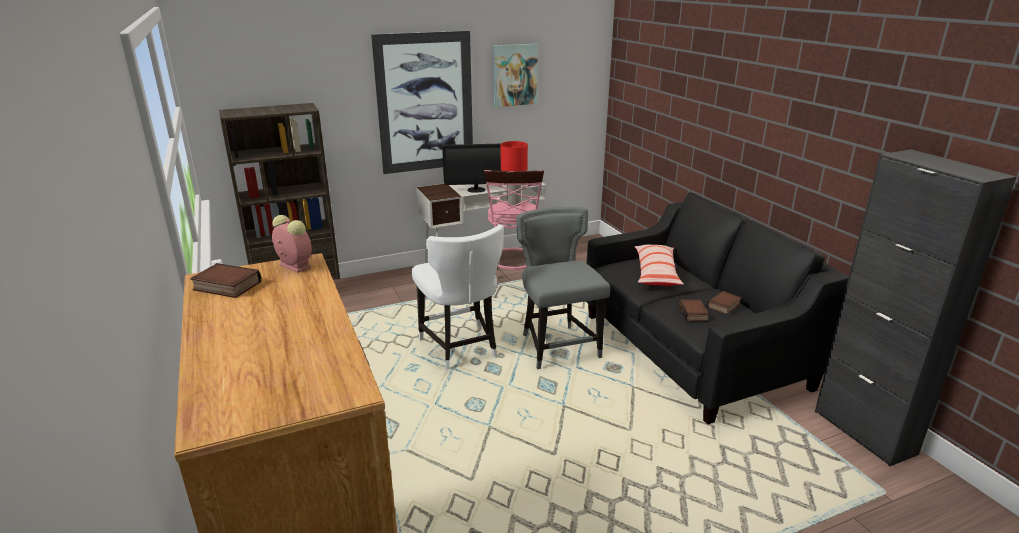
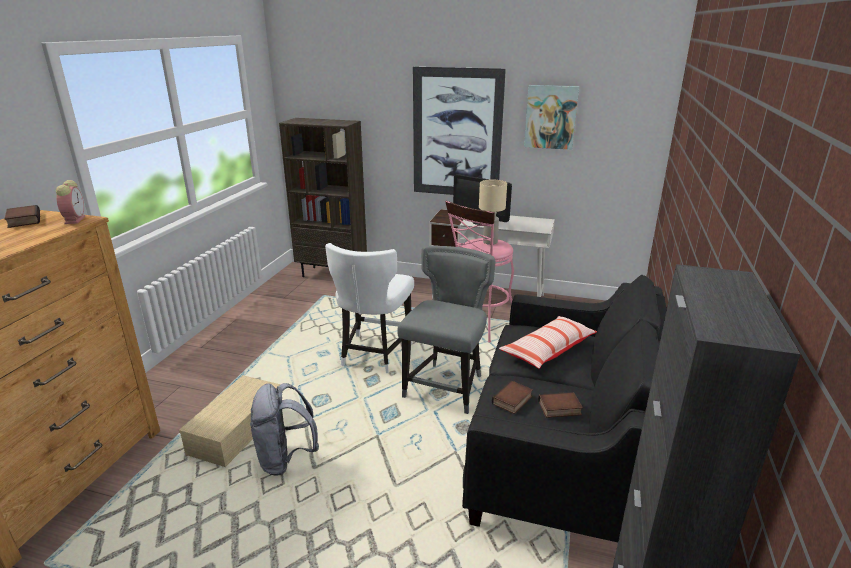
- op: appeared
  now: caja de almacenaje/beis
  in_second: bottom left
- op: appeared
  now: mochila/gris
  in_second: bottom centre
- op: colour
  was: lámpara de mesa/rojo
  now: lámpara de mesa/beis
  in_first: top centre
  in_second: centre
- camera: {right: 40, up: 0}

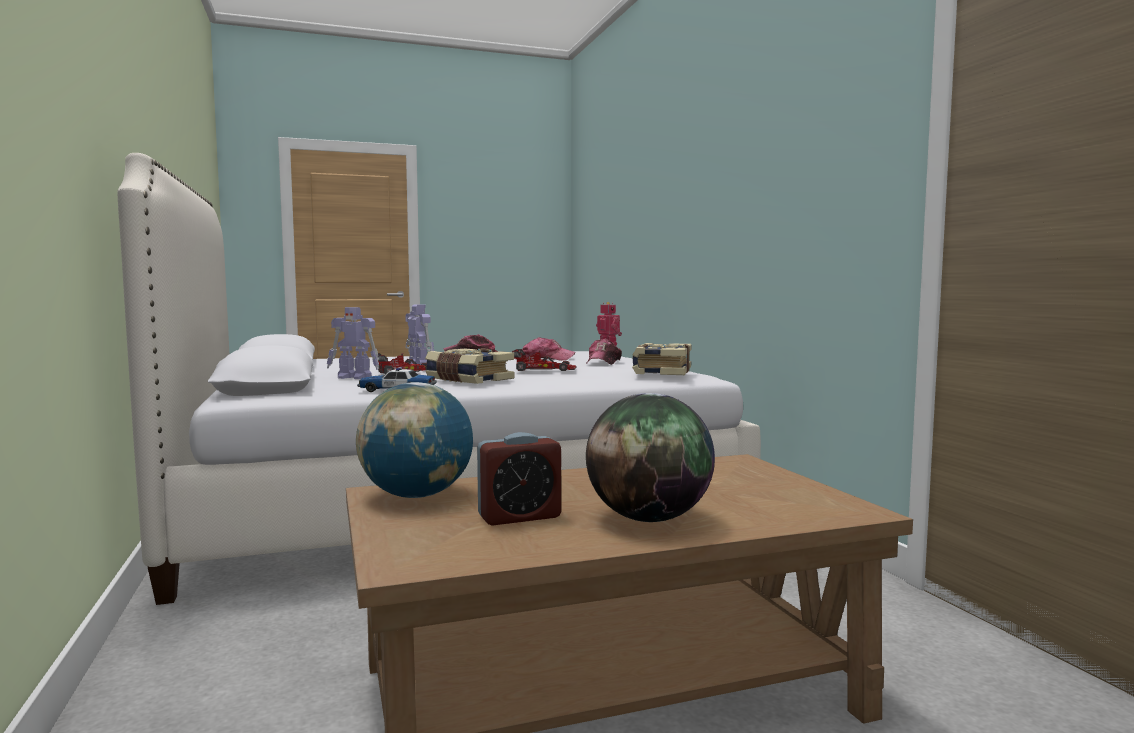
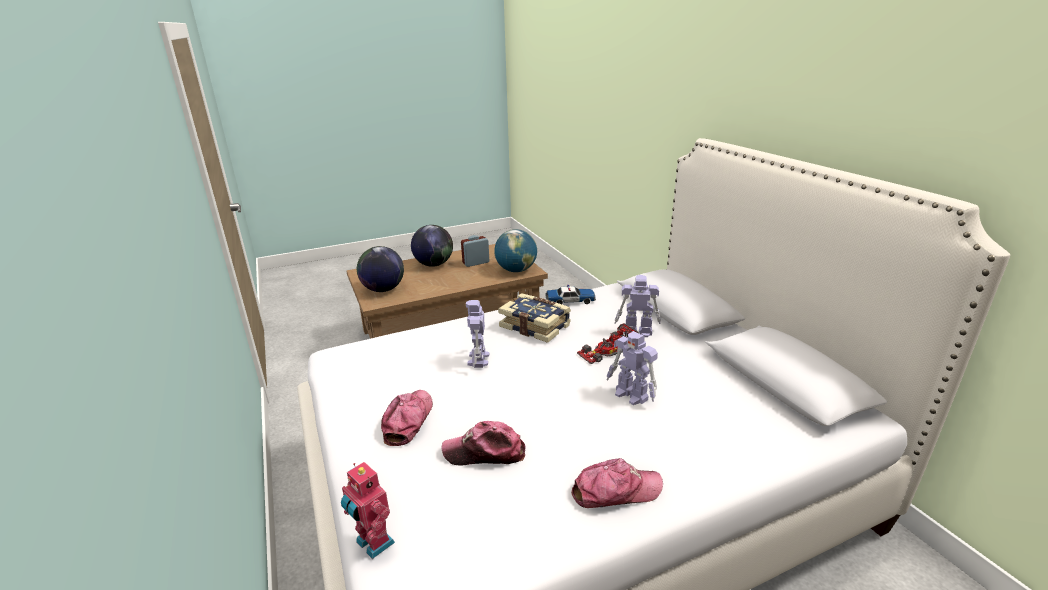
- op: appeared
  now: globo terráqueo (no. 1 from left)
  in_second: centre
- op: exchanged
  was: coche de juguete (no. 3 from left)
  now: robot de juguete (no. 2 from left)
  in_first: centre
  in_second: centre
- op: missing
  was: libro (no. 2 from left)
  in_first: centre
- camera: {right: 175, up: 20}

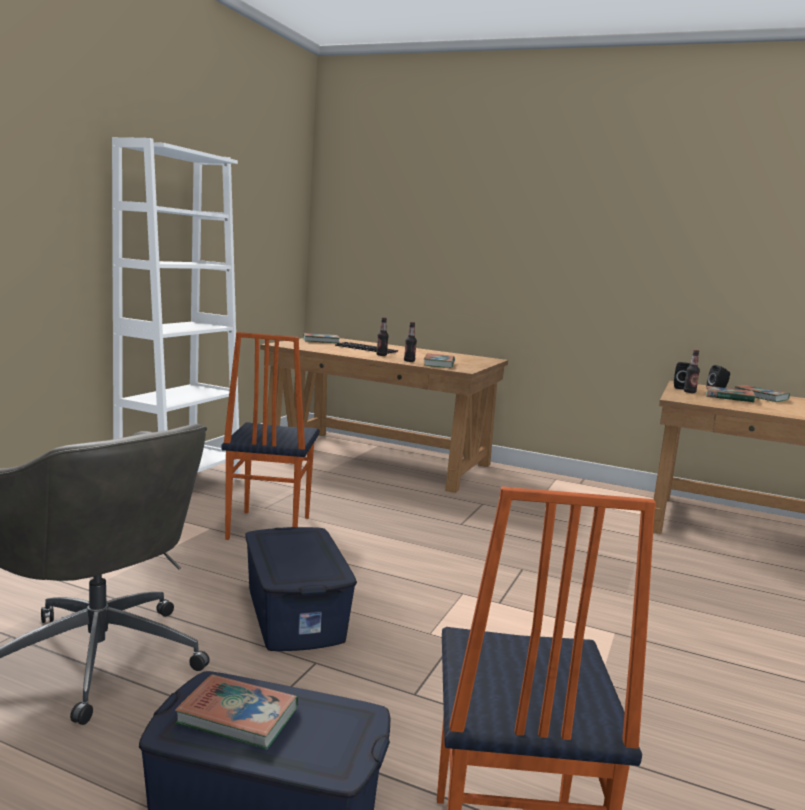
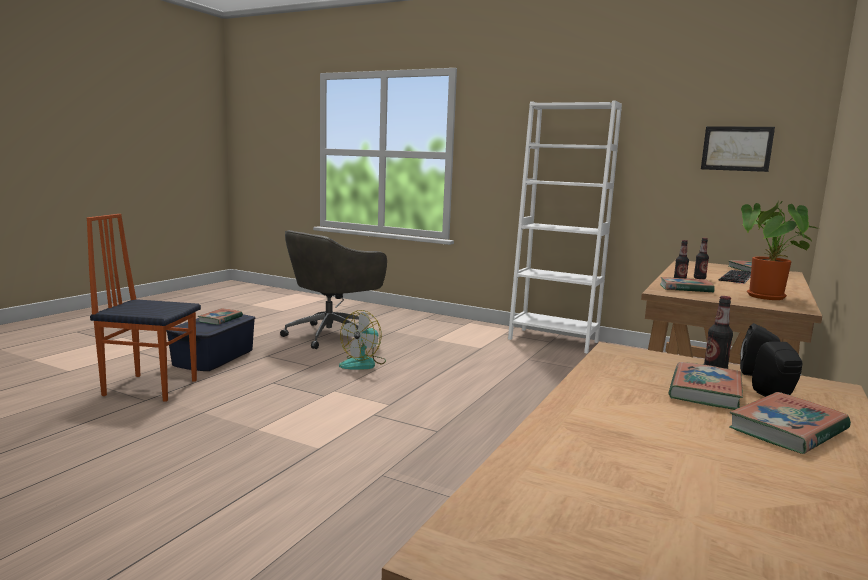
- op: exchanged
  was: caja de almacenaje/azul (no. 2 from left)
  now: ventilador
  in_first: bottom centre
  in_second: centre
- op: appeared
  now: cuadro
  in_second: top right
- op: appeared
  now: planta en maceta
  in_second: middle right
- op: missing
  was: silla (no. 1 from left)
  in_first: centre
- camera: {right: 95, up: 0}

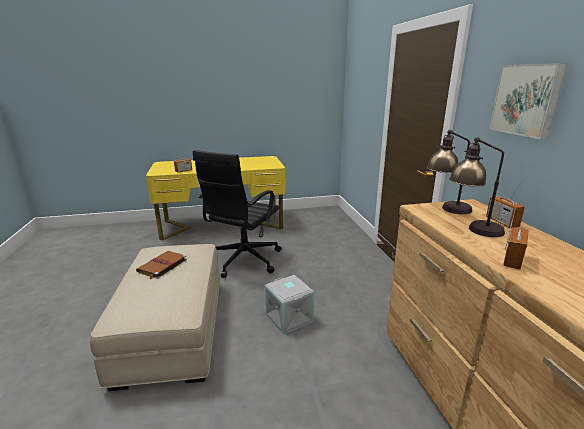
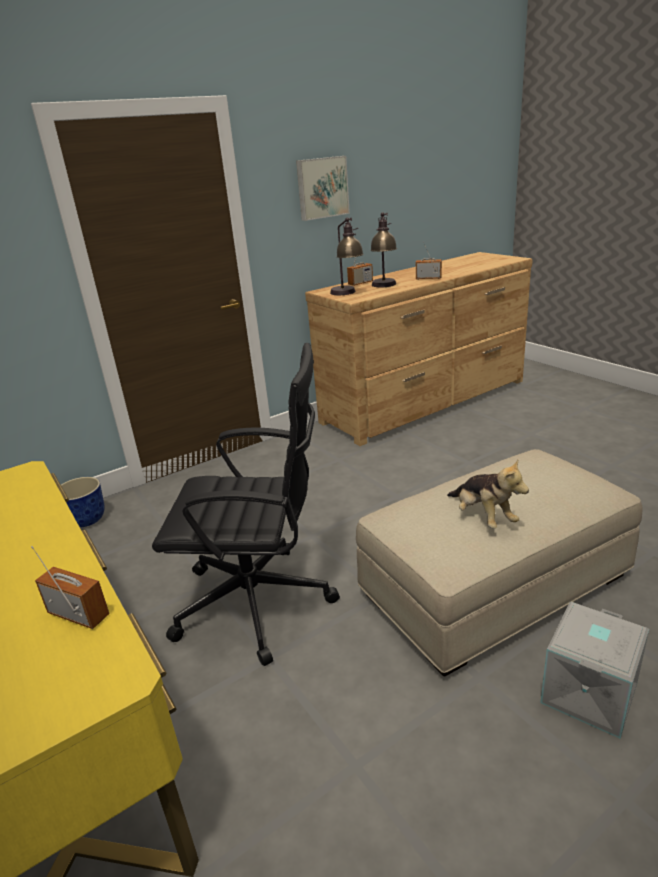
- op: appeared
  now: maceta
  in_second: middle left
- op: exchanged
  was: libro/marrón
  now: peluche
  in_first: middle left
  in_second: middle right
- op: relocated
  was: caja de almacenaje/gris
  in_first: bottom centre
  in_second: bottom right
- camera: {right: -110, up: 5}

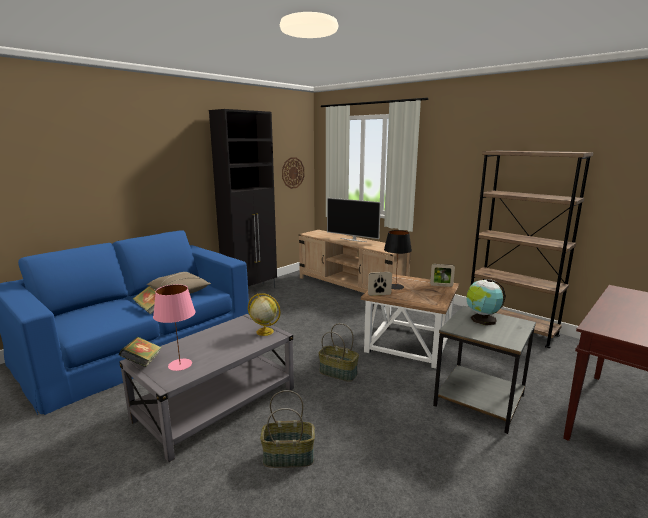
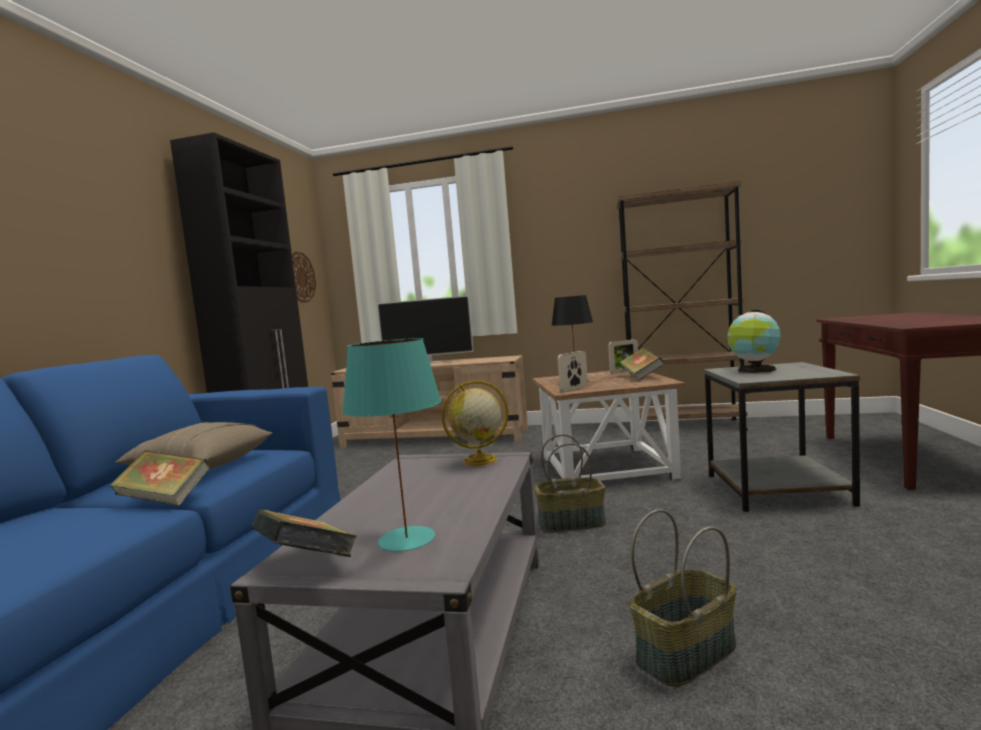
- op: colour
  was: lámpara de mesa/rosa
  now: lámpara de mesa/turquesa
  in_first: middle left
  in_second: centre
- op: appeared
  now: libro (no. 3 from left)
  in_second: centre
- camera: {right: -30, up: -10}

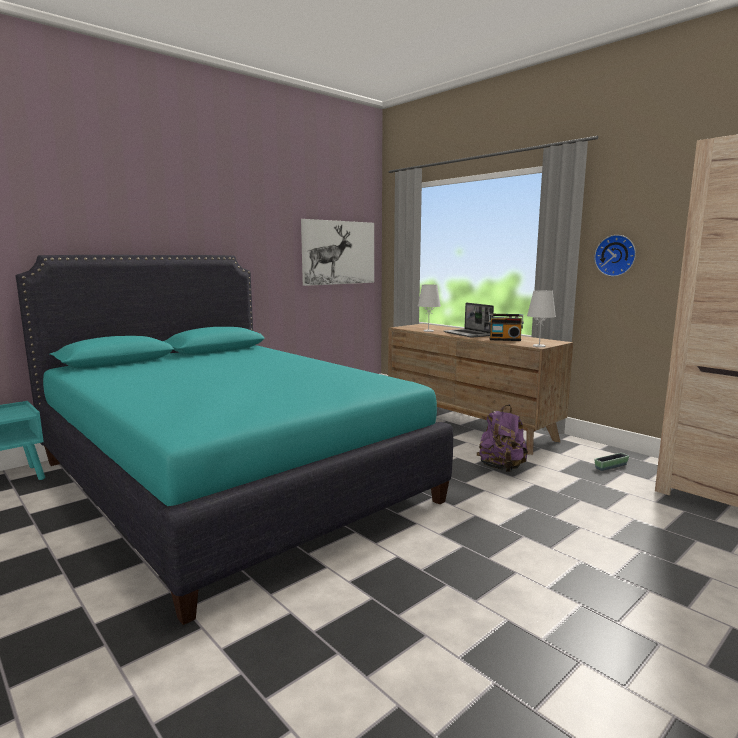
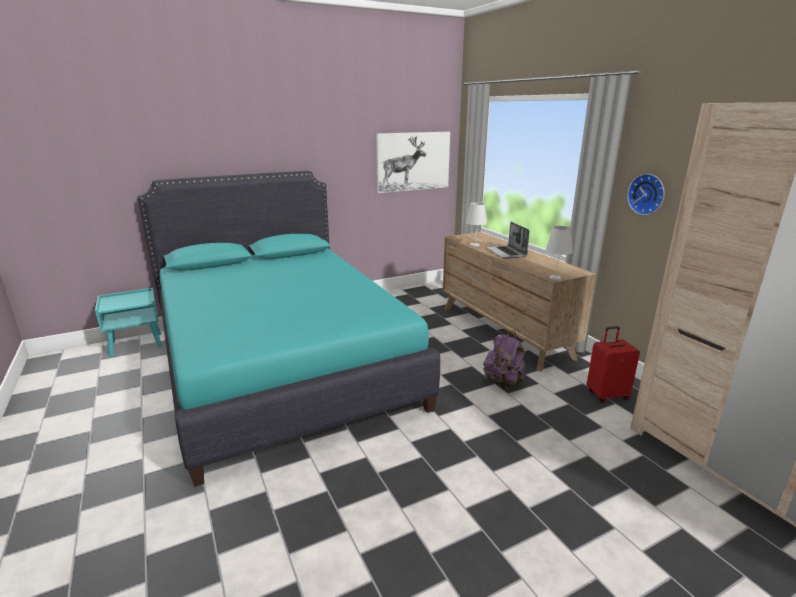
- op: exchanged
  was: maceta
  now: maleta/rojo
  in_first: middle right
  in_second: middle right
- op: missing
  was: radio
  in_first: middle right
- camera: {right: 15, up: 10}

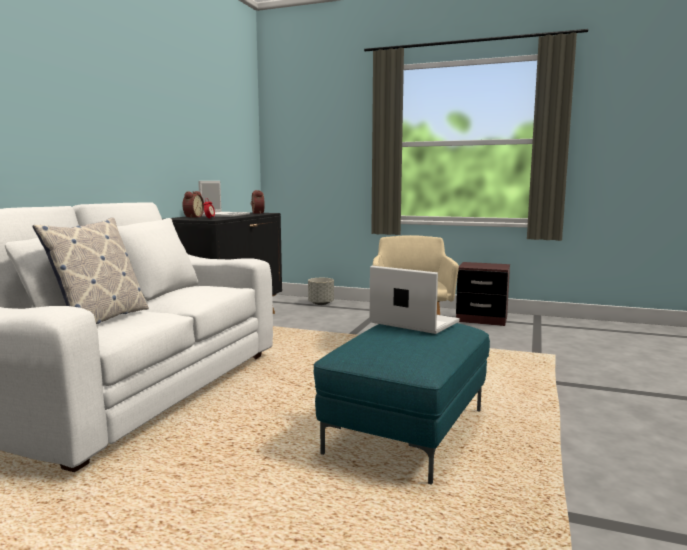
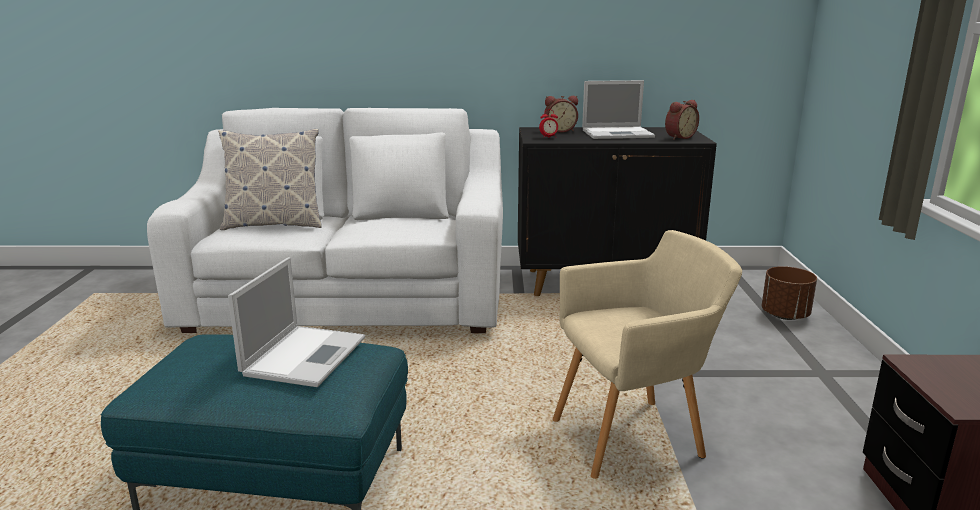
- op: colour
  was: maceta/gris
  now: maceta/marrón
  in_first: centre
  in_second: middle right
- camera: {right: 70, up: 10}

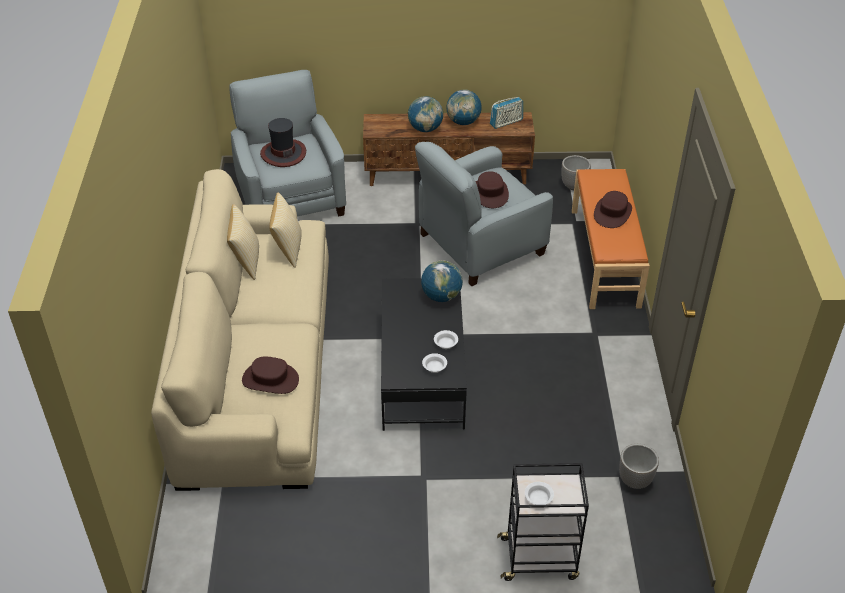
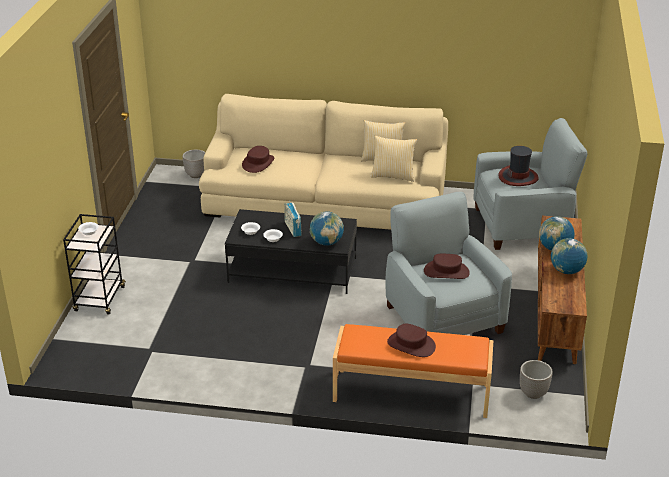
- op: relocated
  was: maceta (no. 2 from left in the first image)
  now: maceta (no. 1 from left)
  in_first: bottom right
  in_second: middle left
- op: relocated
  was: radio
  in_first: top centre
  in_second: centre
- camera: {right: 100, up: -10}

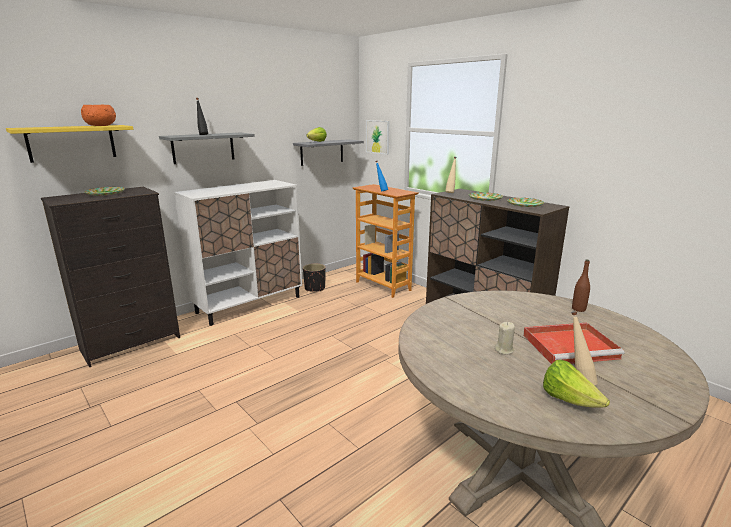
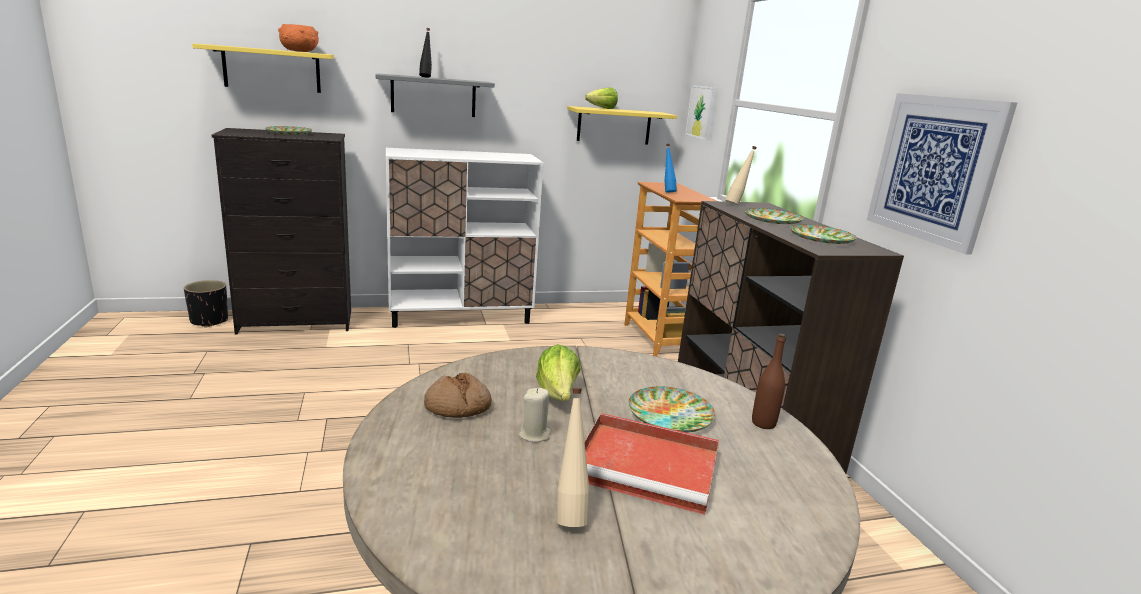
- op: relocated
  was: maceta/negro
  in_first: centre
  in_second: middle left
- op: appeared
  now: pan
  in_second: centre
- op: relocated
  was: lechuga (no. 2 from left in the first image)
  now: lechuga (no. 1 from left)
  in_first: bottom right
  in_second: centre
- op: colour
  was: estante/gris (no. 2 from left)
  now: estante/amarillo (no. 2 from left)
  in_first: top centre
  in_second: top centre
- op: appeared
  now: plato (no. 2 from left)
  in_second: bottom centre
- op: appeared
  now: cuadro (no. 2 from left)
  in_second: top right
- camera: {right: 25, up: 0}

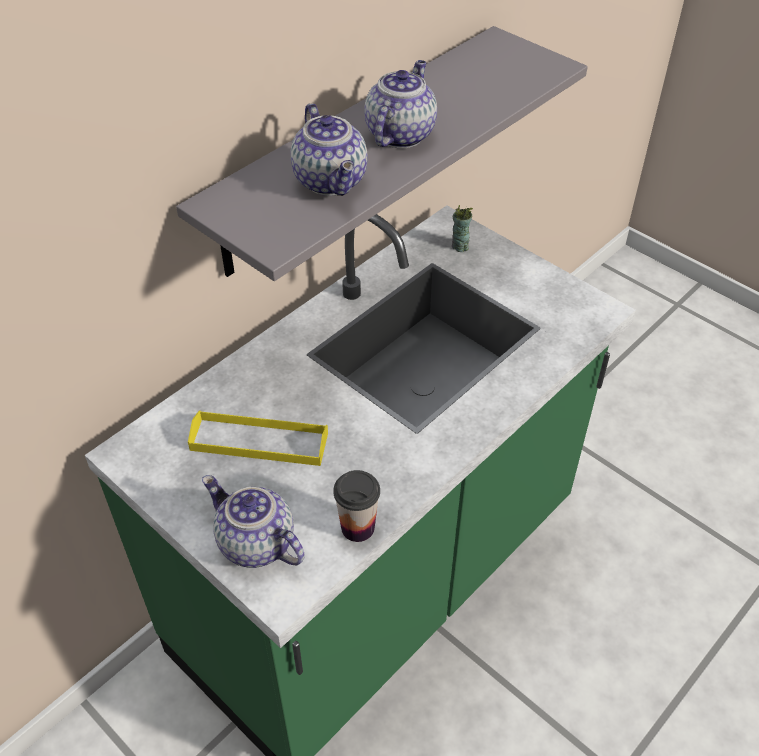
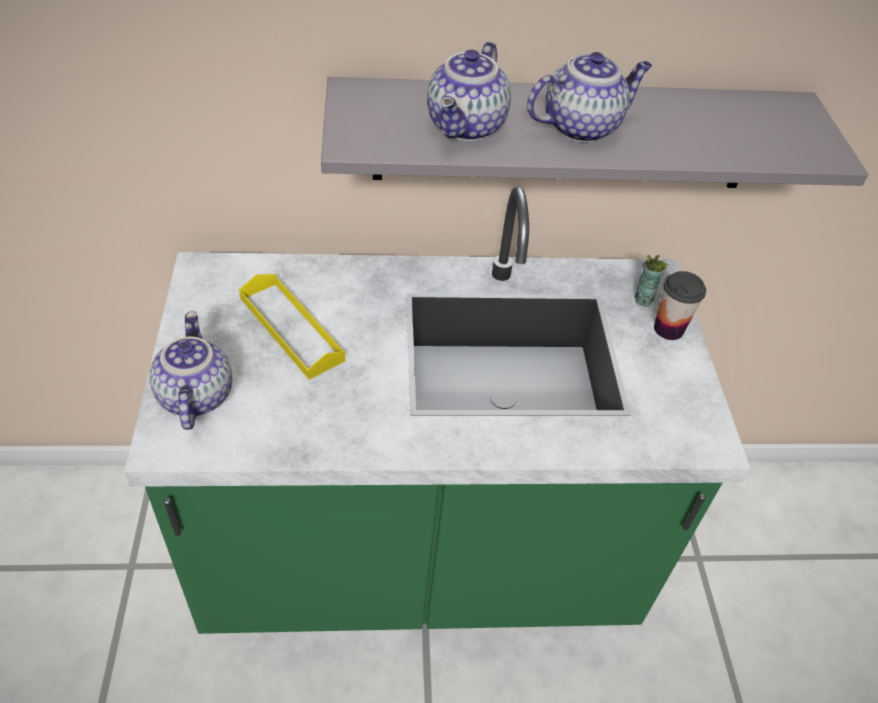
- op: relocated
  was: taza (no. 1 from left in the first image)
  now: taza (no. 2 from left)
  in_first: bottom centre
  in_second: middle right
- camera: {right: 40, up: 0}

